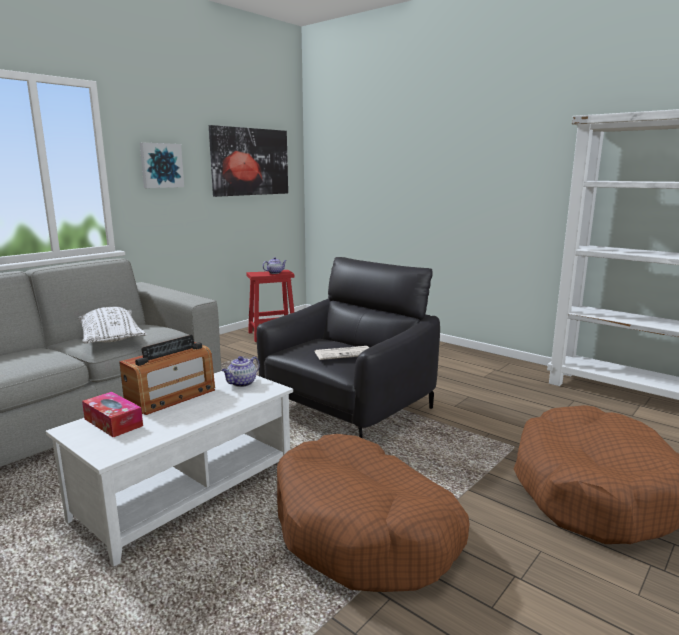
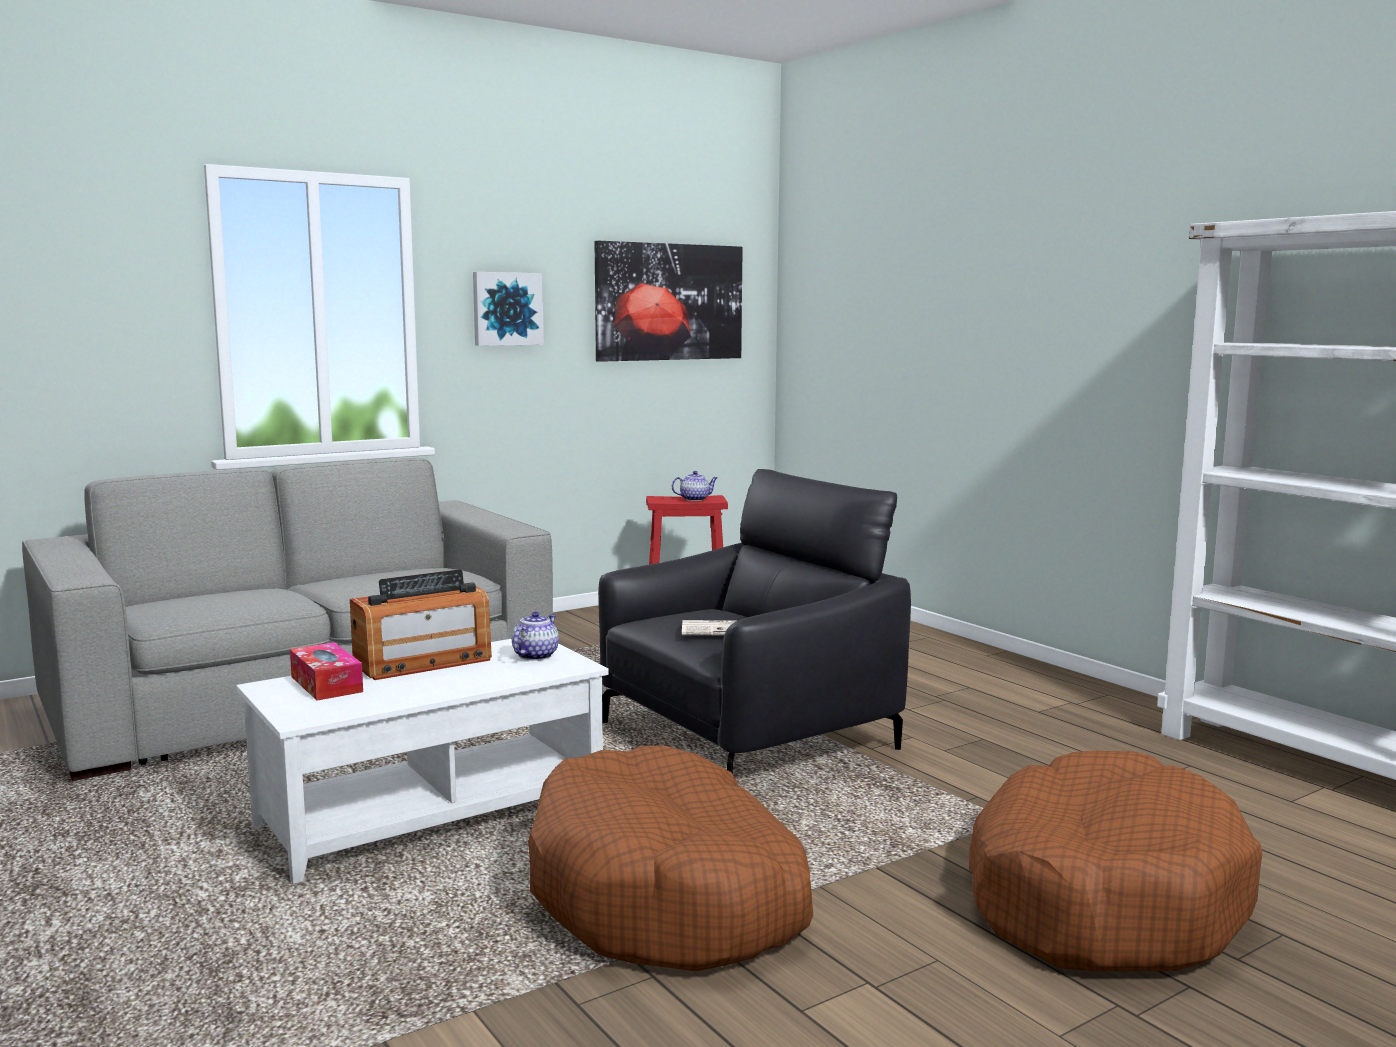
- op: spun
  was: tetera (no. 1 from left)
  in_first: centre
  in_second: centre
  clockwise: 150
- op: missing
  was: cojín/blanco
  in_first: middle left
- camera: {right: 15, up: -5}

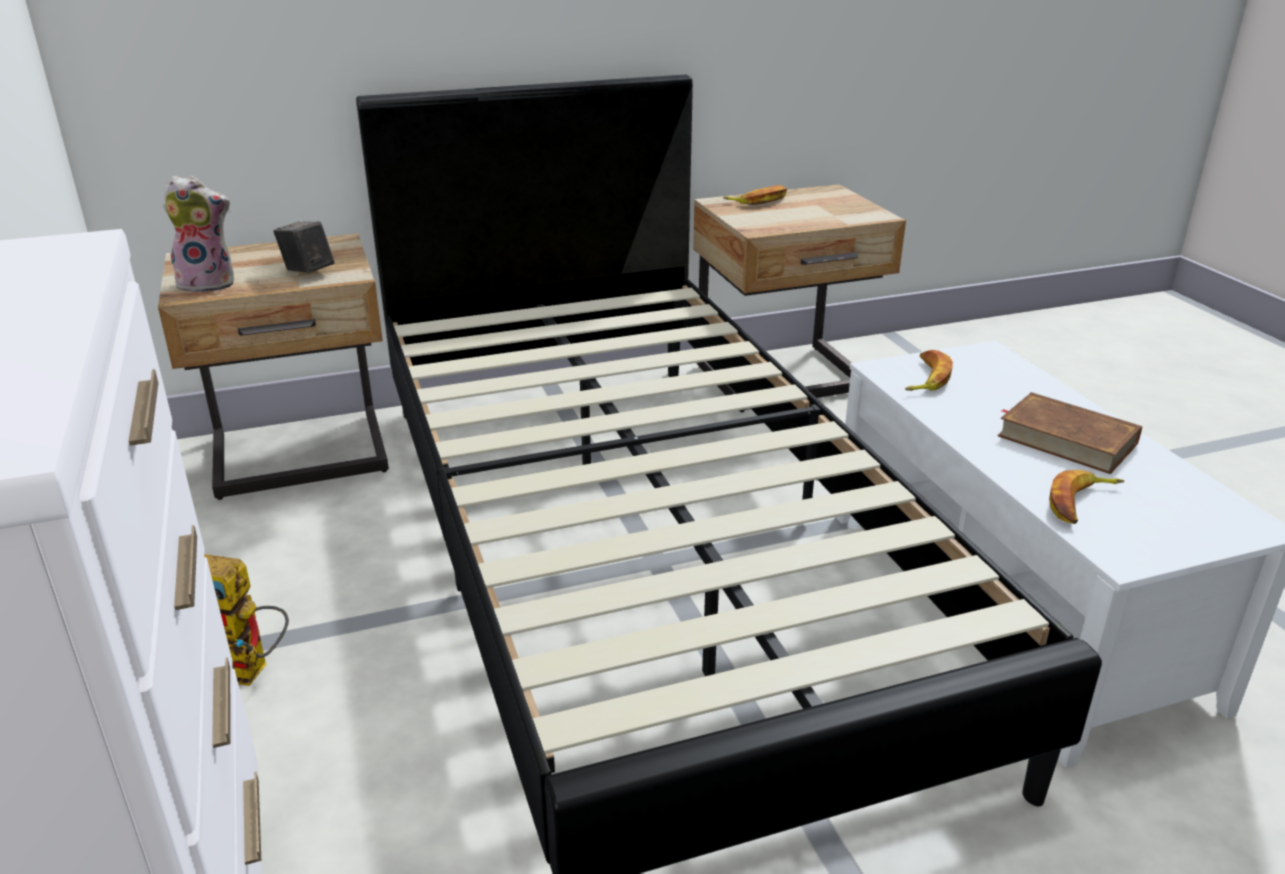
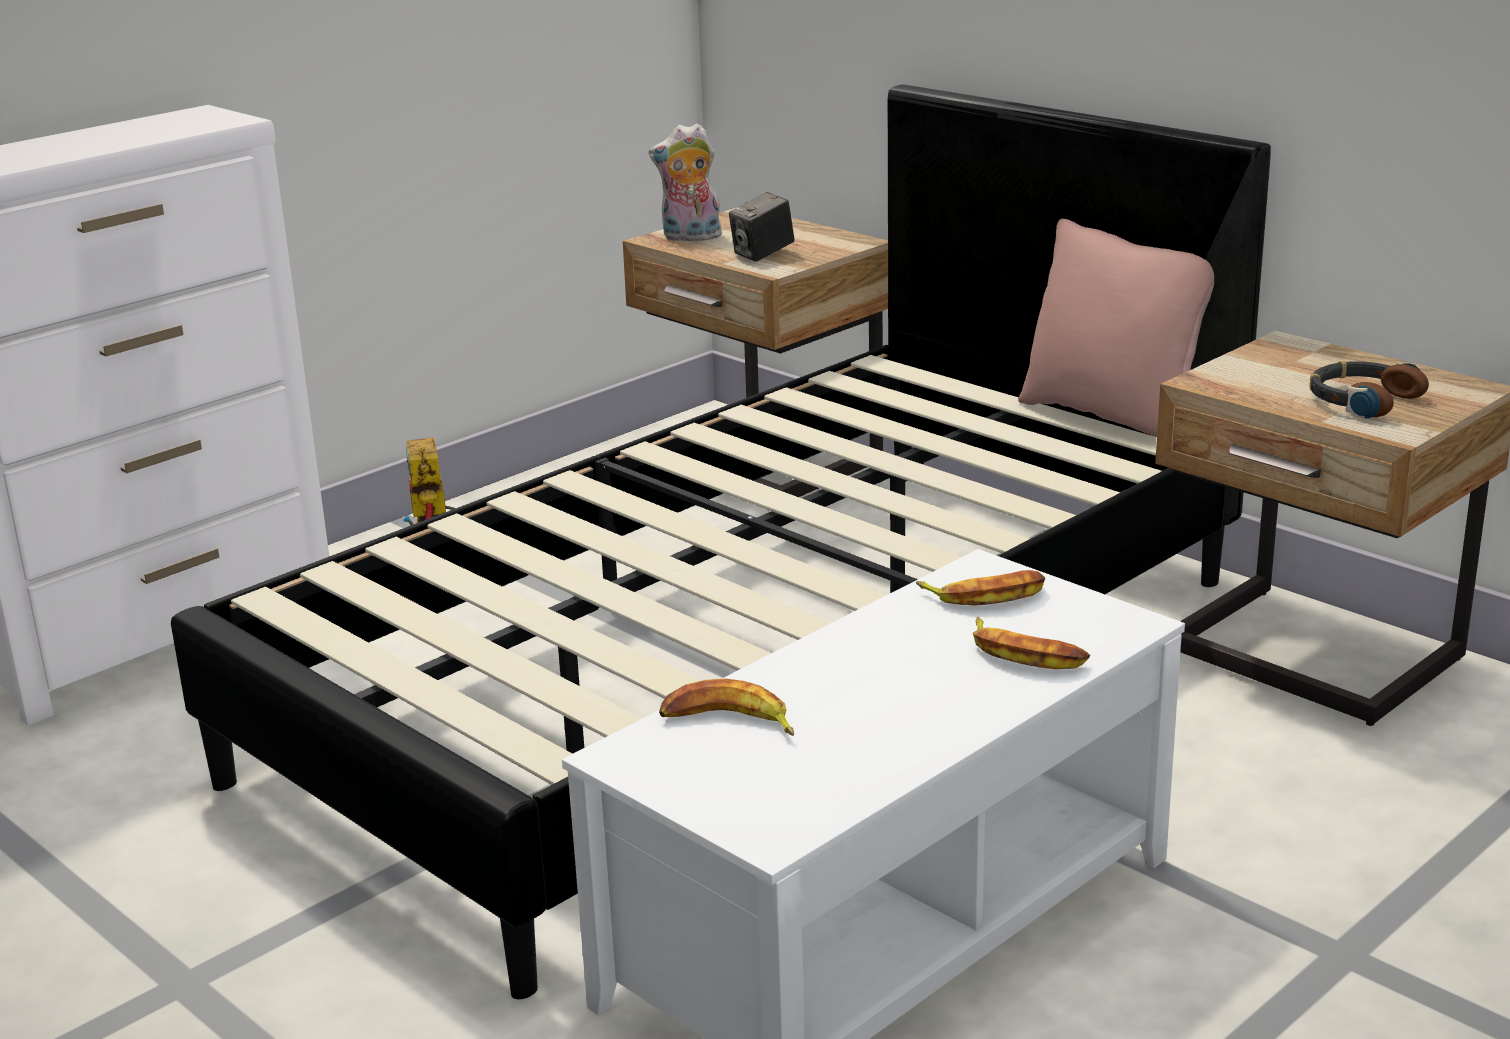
- op: spun
  was: peluche
  in_first: top left
  in_second: top centre
  clockwise: 120
- op: spun
  was: cámara
  in_first: top left
  in_second: top centre
  clockwise: -150
- op: relocated
  was: plátano (no. 1 from left in the first image)
  now: plátano (no. 3 from left)
  in_first: top centre
  in_second: middle right
- op: appeared
  now: cojín/rosa
  in_second: top right
- op: appeared
  now: auriculares
  in_second: middle right
- op: missing
  was: libro/marrón
  in_first: middle right
- camera: {right: 65, up: -5}

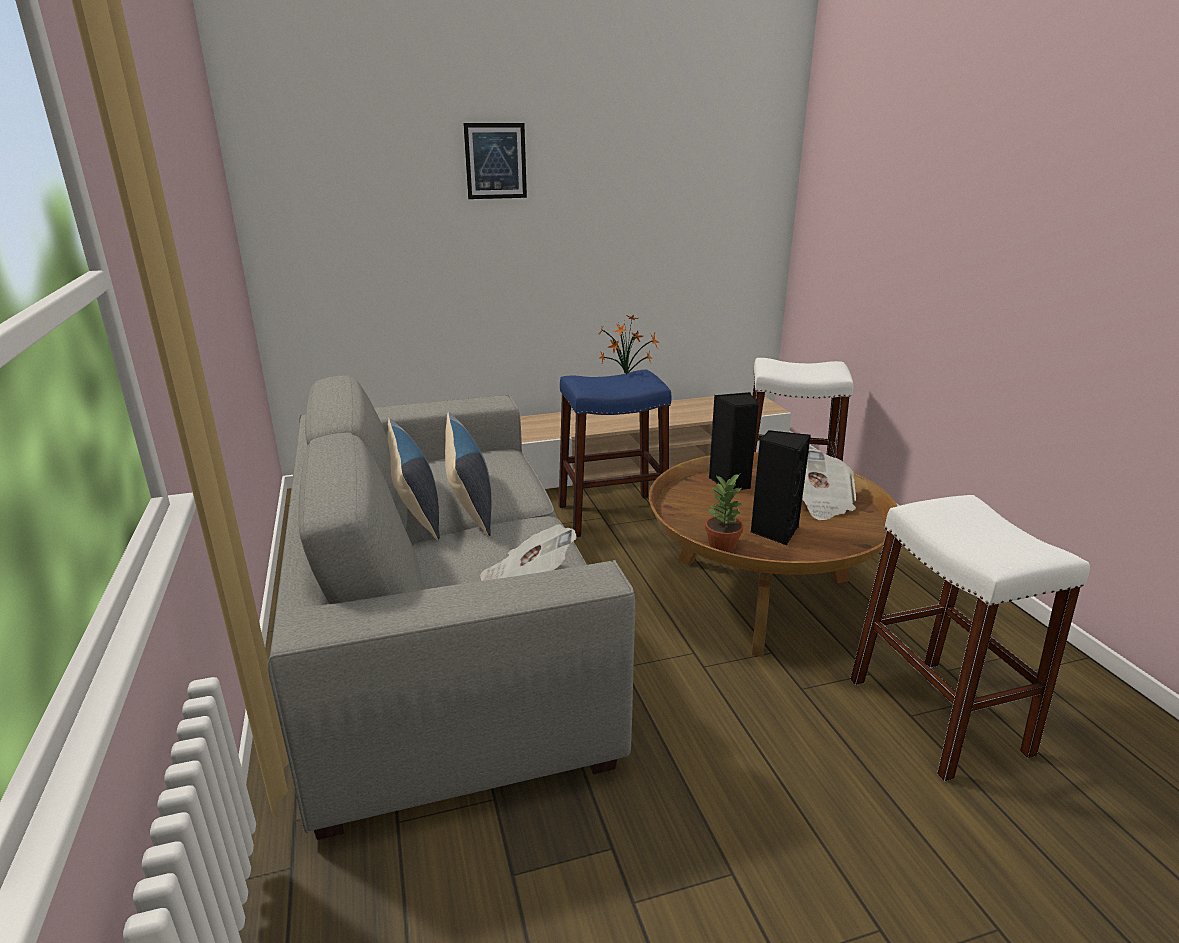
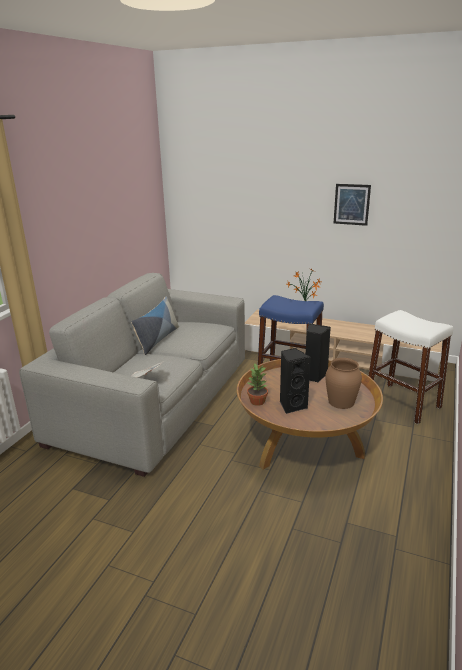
- op: exchanged
  was: periódico (no. 2 from left)
  now: florero/marrón
  in_first: middle right
  in_second: middle right
- op: relocated
  was: cuadro
  in_first: top centre
  in_second: top right
- op: missing
  was: cojín (no. 2 from left)
  in_first: centre
- op: missing
  was: taburete/blanco (no. 2 from left)
  in_first: bottom right
- camera: {right: 40, up: 0}

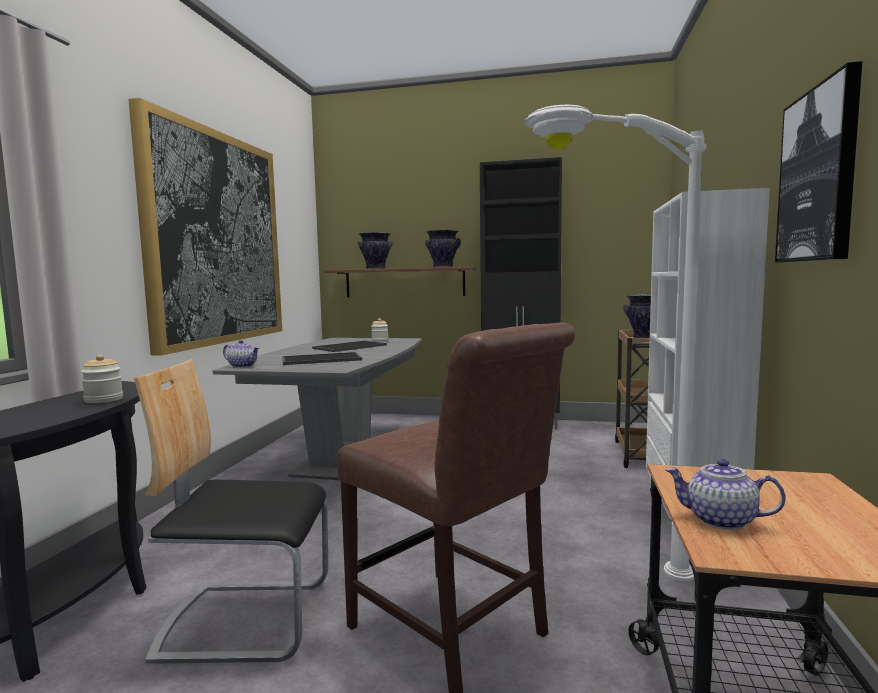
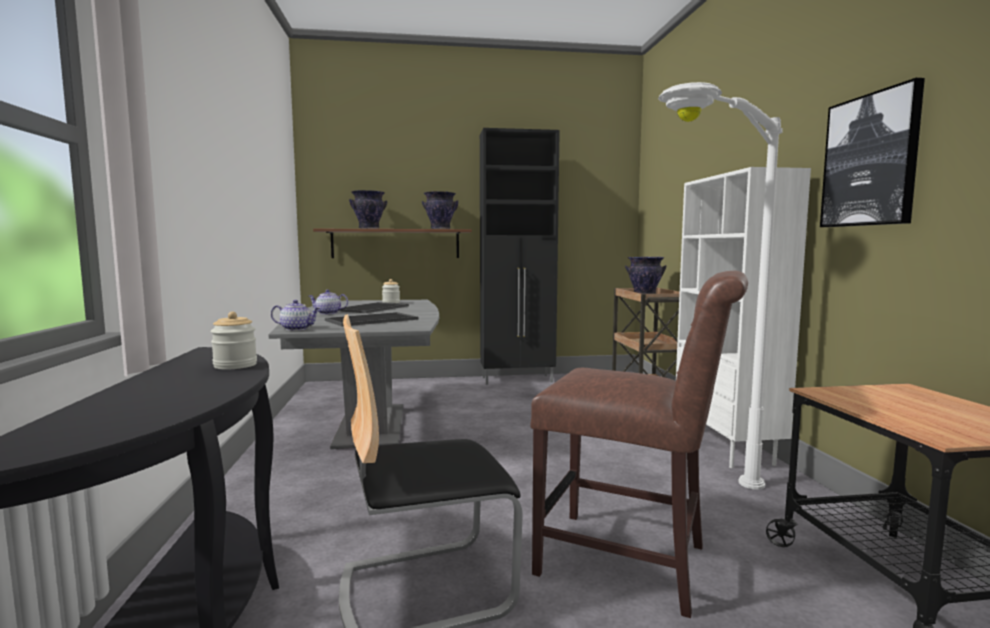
- op: relocated
  was: tetera (no. 2 from left)
  in_first: bottom right
  in_second: middle left
- op: missing
  was: cuadro (no. 1 from left)
  in_first: top left
- camera: {right: -20, up: 0}

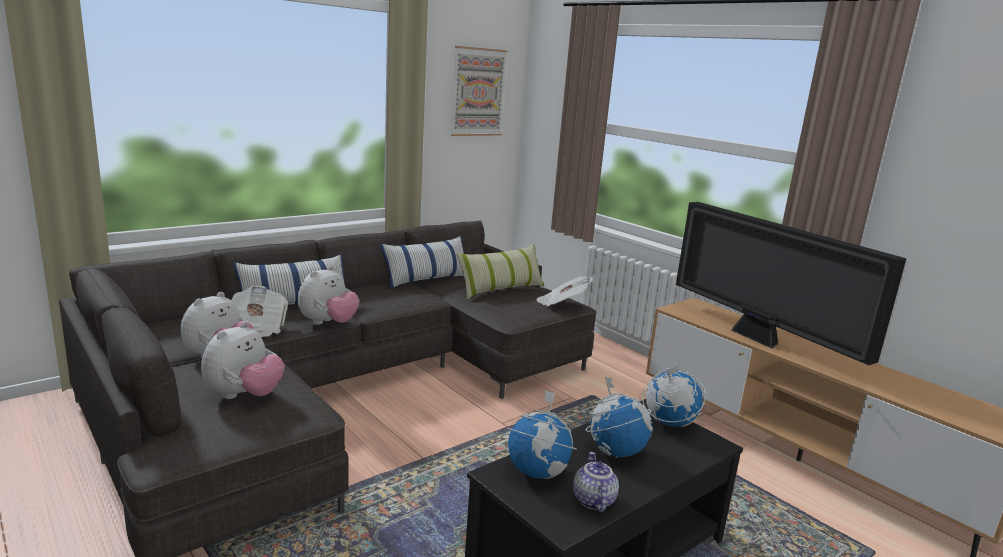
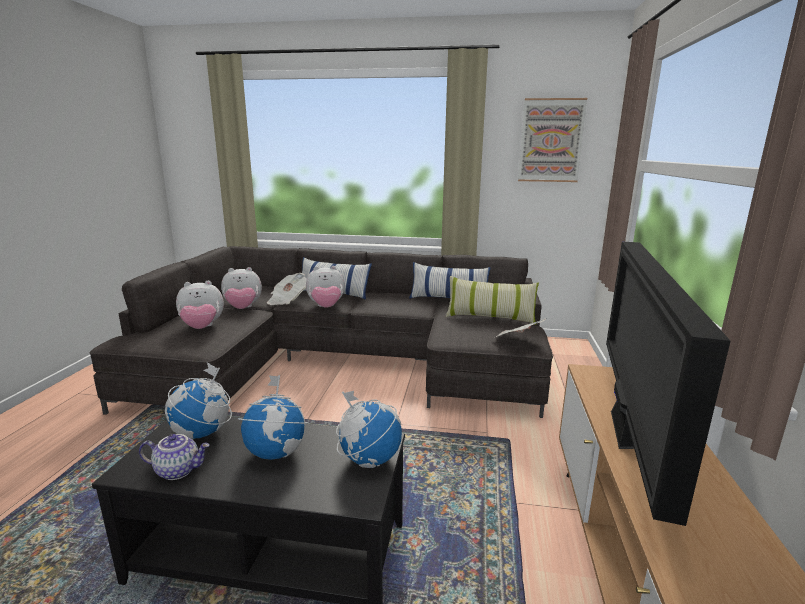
- op: spun
  was: tetera
  in_first: bottom centre
  in_second: bottom left
  clockwise: 45
- camera: {right: 50, up: 0}

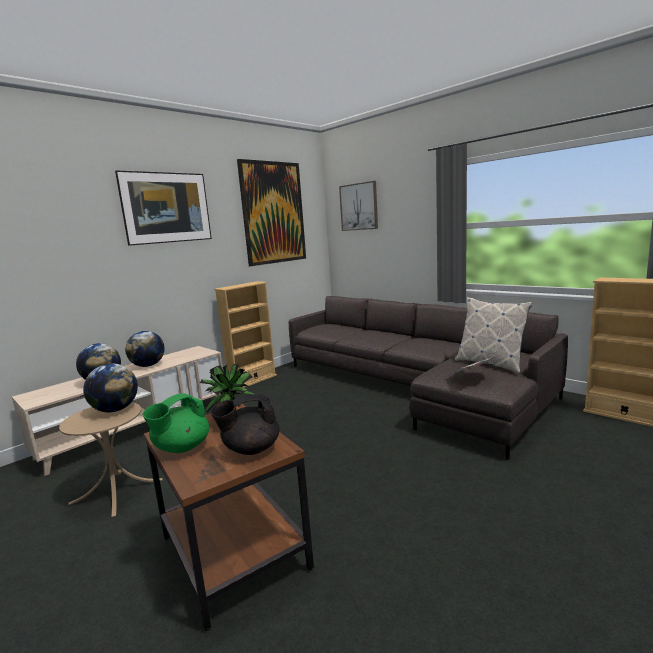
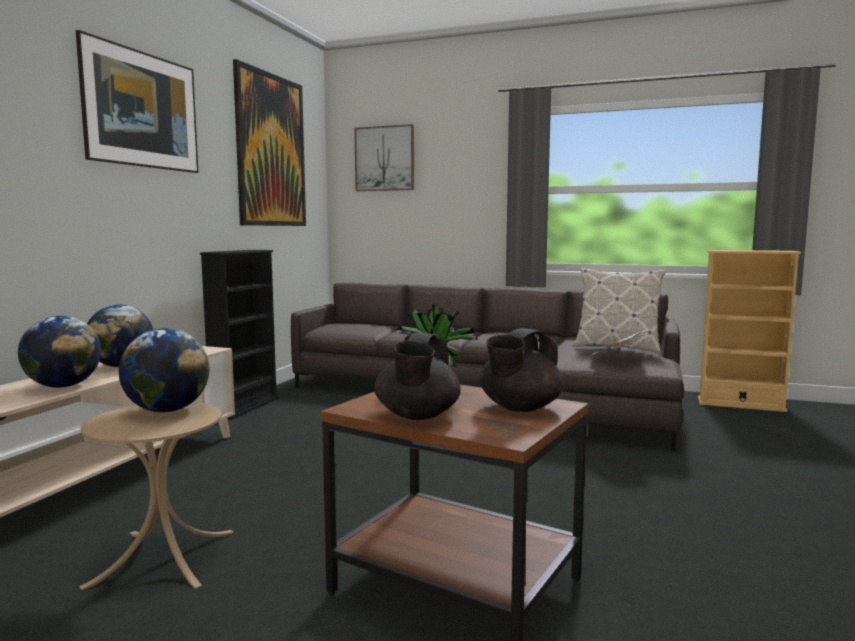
- op: colour
  was: estantería/beis (no. 1 from left)
  now: estantería/negro
  in_first: centre
  in_second: middle left
- op: colour
  was: tetera/verde
  now: tetera/negro (no. 1 from left)
  in_first: middle left
  in_second: centre
- camera: {right: -25, up: -5}

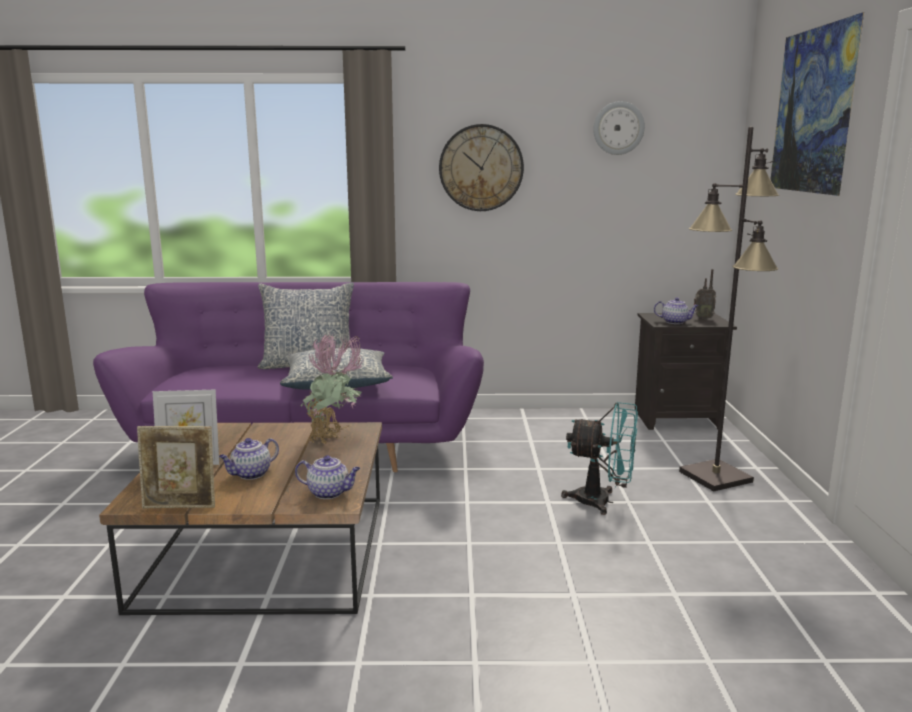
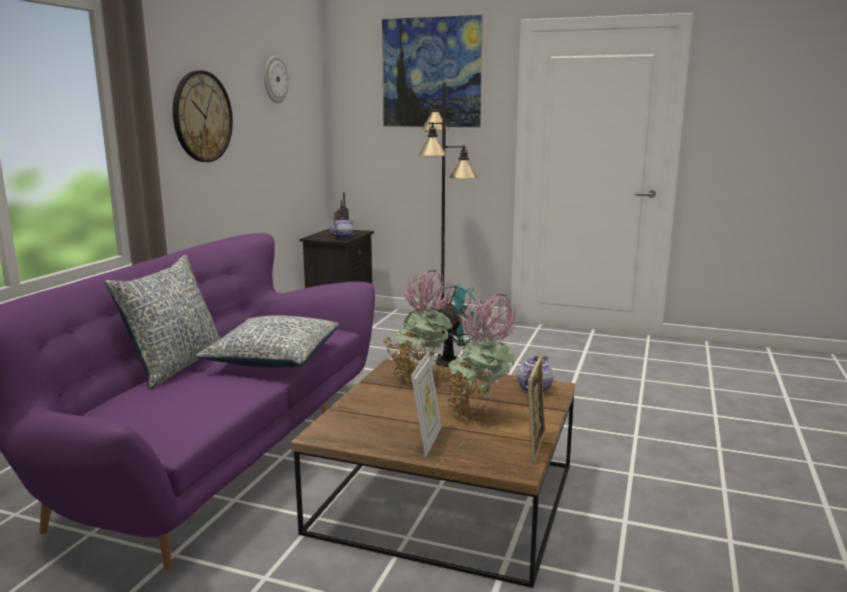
- op: exchanged
  was: tetera (no. 1 from left)
  now: planta en maceta (no. 2 from left)
  in_first: middle left
  in_second: centre
- camera: {right: -70, up: 0}

